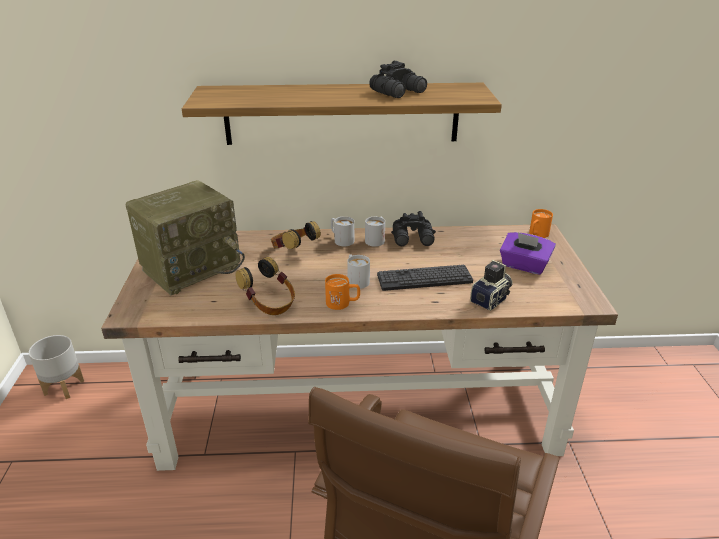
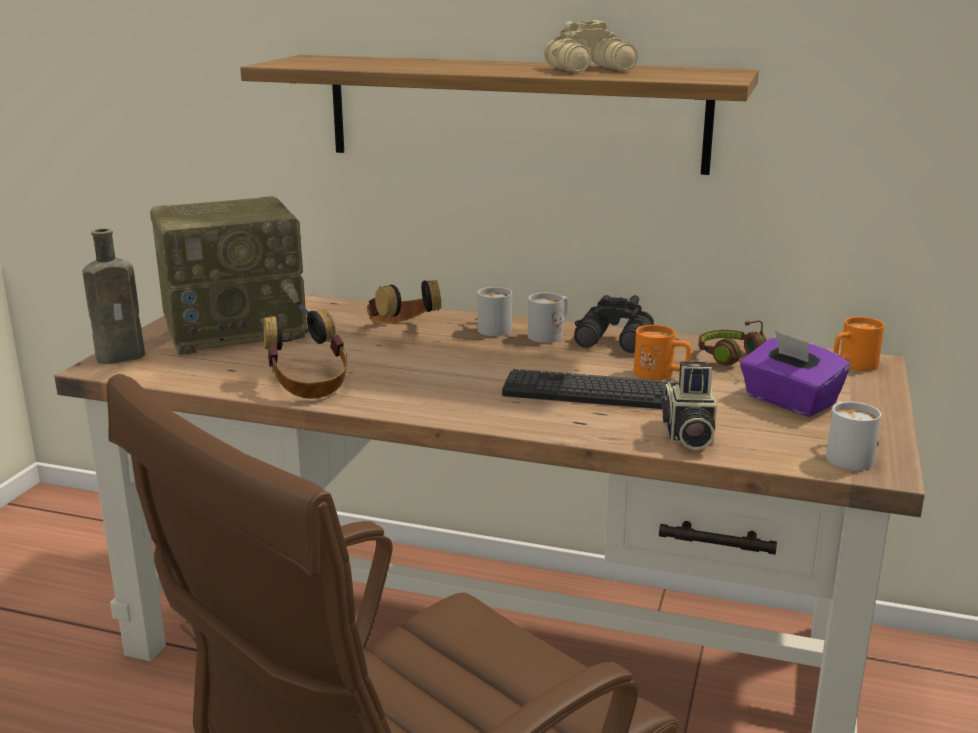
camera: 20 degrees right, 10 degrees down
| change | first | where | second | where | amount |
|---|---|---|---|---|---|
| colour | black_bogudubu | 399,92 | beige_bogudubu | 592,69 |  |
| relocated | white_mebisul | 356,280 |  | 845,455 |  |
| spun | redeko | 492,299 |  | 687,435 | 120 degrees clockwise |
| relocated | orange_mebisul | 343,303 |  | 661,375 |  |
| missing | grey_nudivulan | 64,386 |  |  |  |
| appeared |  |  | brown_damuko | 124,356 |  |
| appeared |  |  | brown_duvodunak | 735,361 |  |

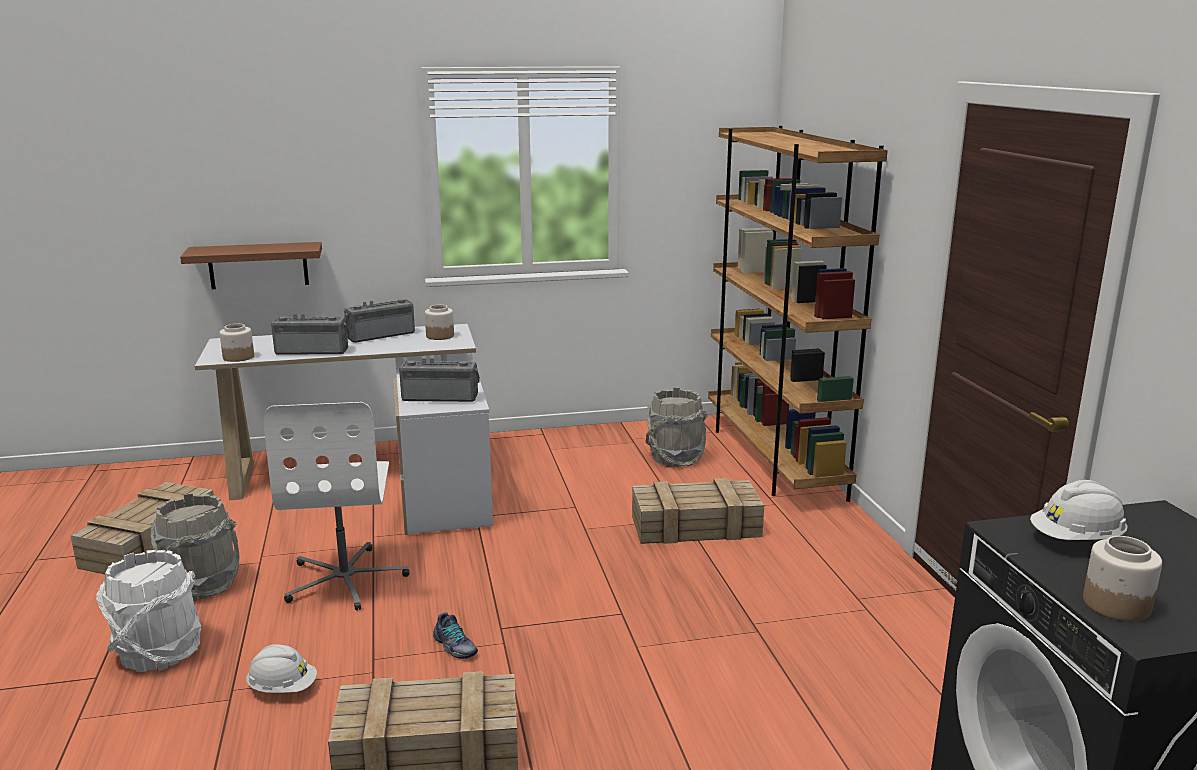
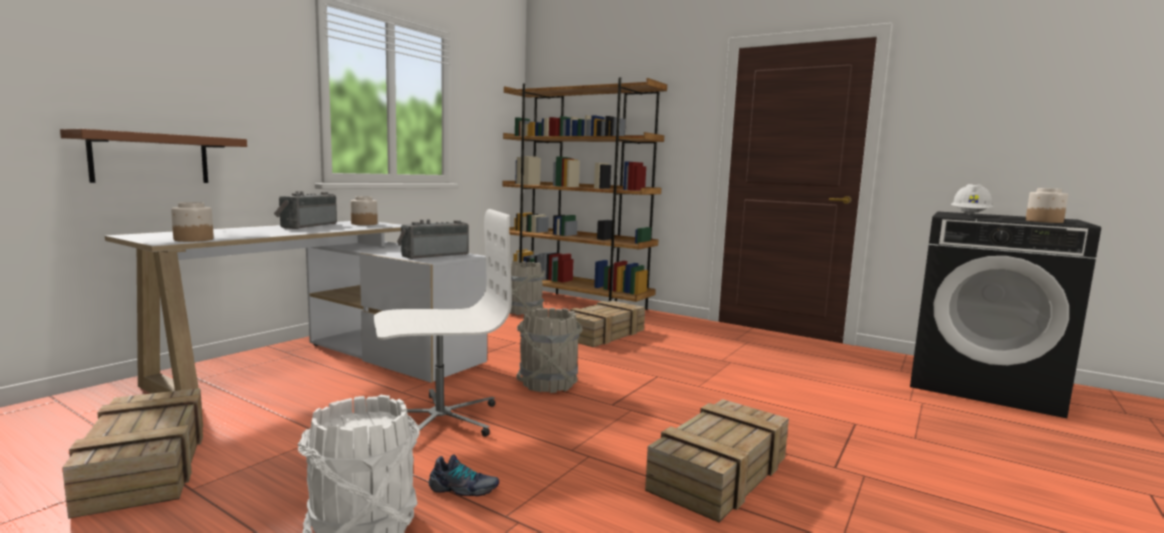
camera: 45 degrees left, 10 degrees down
| change | first | where | second | where | amount |
|---|---|---|---|---|---|
| missing | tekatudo | 313,351 |  |  |  |
| spun | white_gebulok | 346,579 |  | 439,419 | 60 degrees counterclockwise |
| relocated | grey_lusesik | 202,585 |  | 548,384 |  |
| relocated | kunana | 454,647 |  | 463,489 |  |
| missing | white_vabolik | 283,688 |  |  |  |

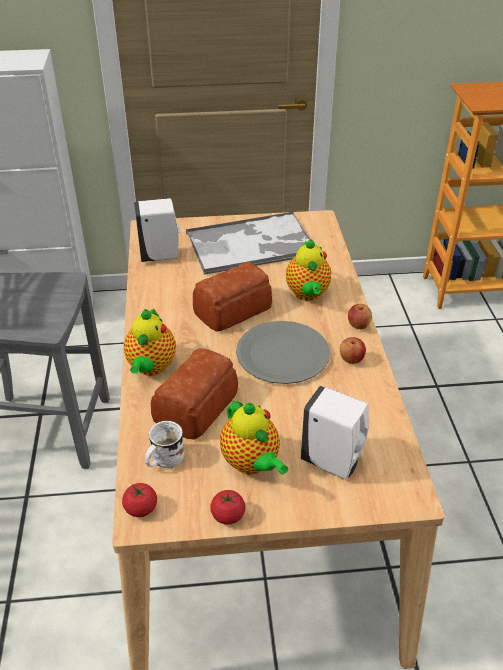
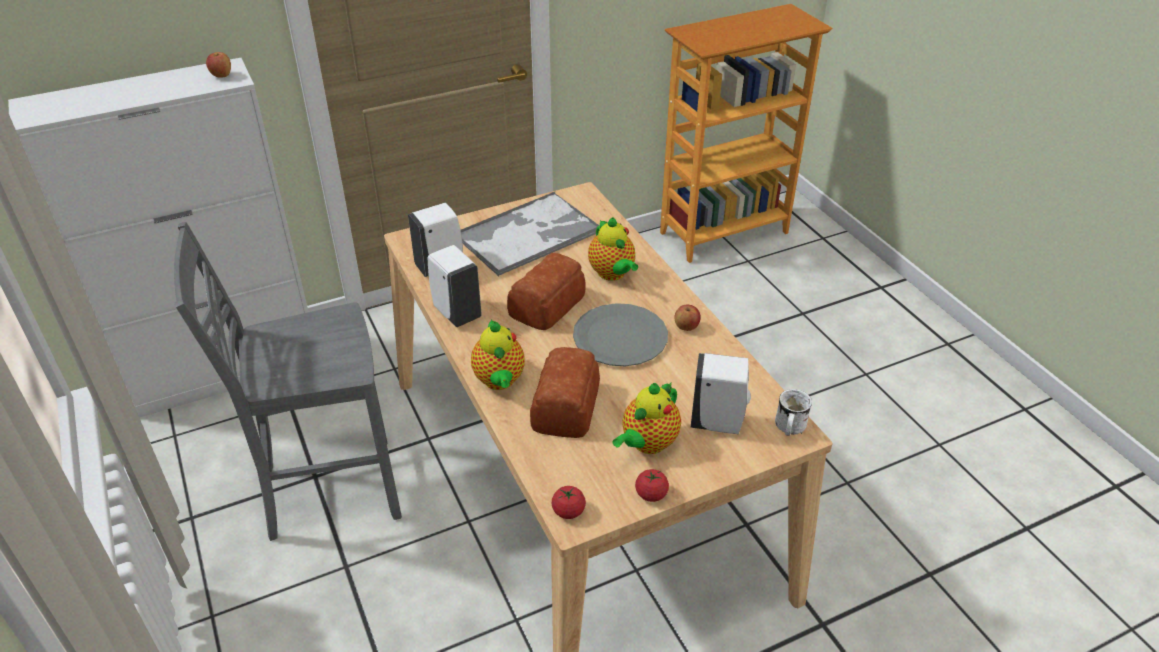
camera: 20 degrees left, 0 degrees up
| change | first | where | second | where | amount |
|---|---|---|---|---|---|
| relocated | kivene | 358,326 |  | 221,76 |  |
| spun | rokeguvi | 252,463 |  | 647,444 | 90 degrees clockwise |
| relocated | white_mebisul | 163,460 |  | 788,428 |  |
| appeared |  |  | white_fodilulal | 456,312 |  |

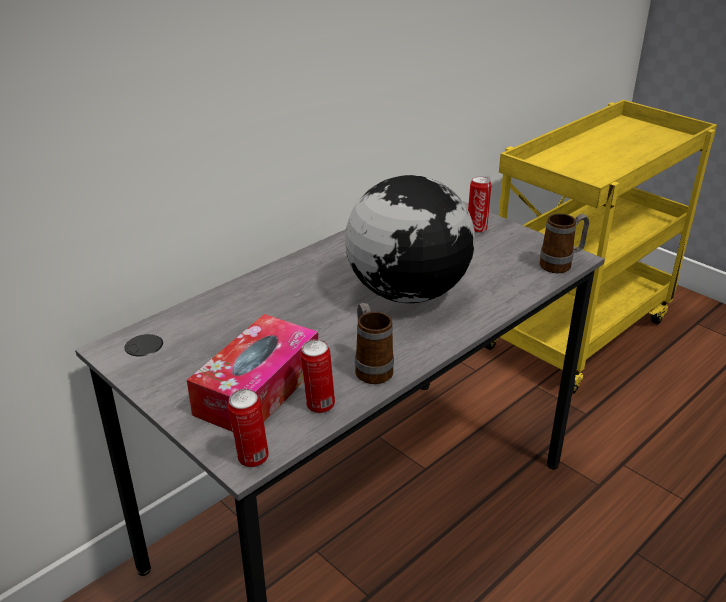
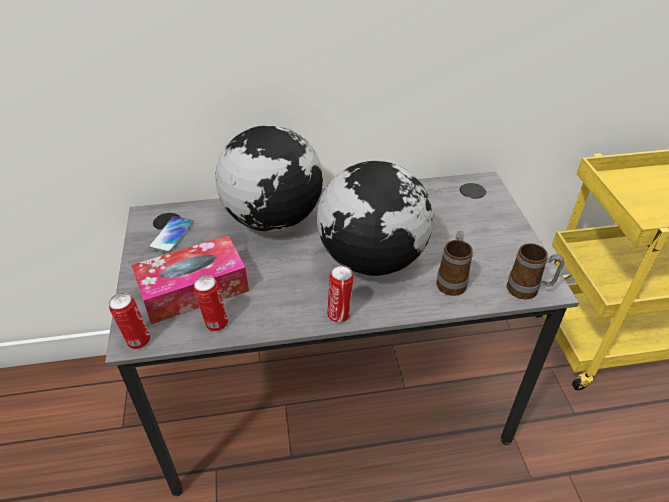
camera: 35 degrees right, 10 degrees up
| change | first | where | second | where | amount |
|---|---|---|---|---|---|
| relocated | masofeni | 476,229 |  | 339,314 |  |
| relocated | mebisul | 371,368 |  | 452,281 |  |
| appeared |  |  | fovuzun | 273,218 |  |
| appeared |  |  | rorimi | 171,235 |  |

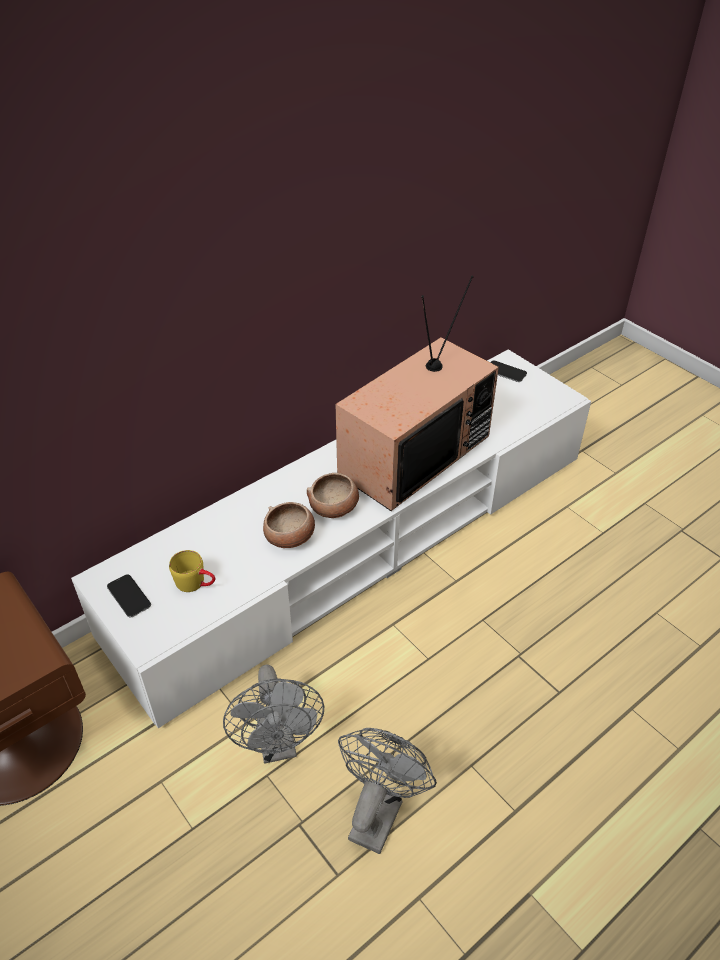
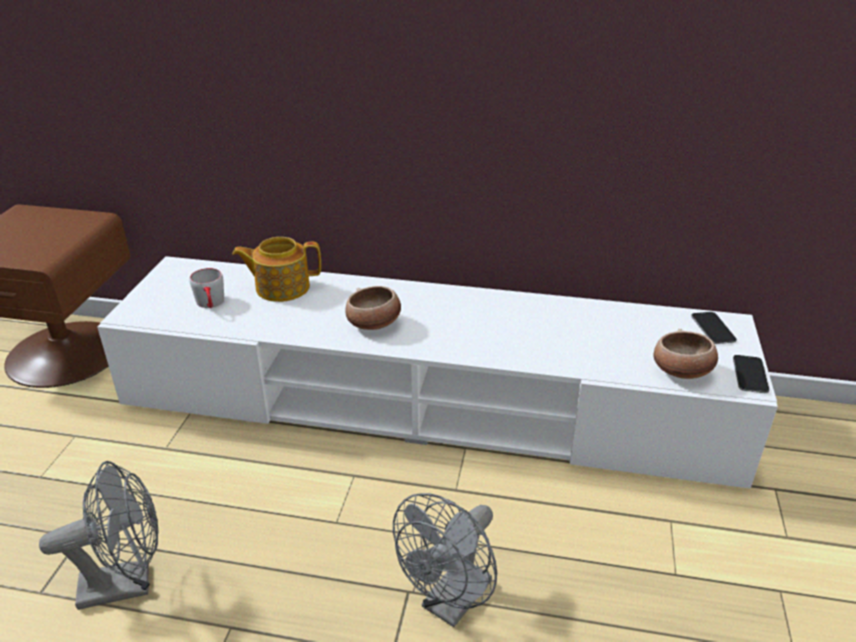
camera: 50 degrees right, 10 degrees down
| change | first | where | second | where | amount |
|---|---|---|---|---|---|
| missing | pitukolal | 413,453 |  |  |  |
| relocated | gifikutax | 290,538 |  | 681,372 |  |
| colour | yellow_mebisul | 196,583 | grey_mebisul | 211,304 |  |
| relocated | rorimi | 129,596 |  | 750,375 |  |
| relocated | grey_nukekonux | 278,745 |  | 451,603 |  |
| appeared |  |  | rokeguvi | 281,287 |  |

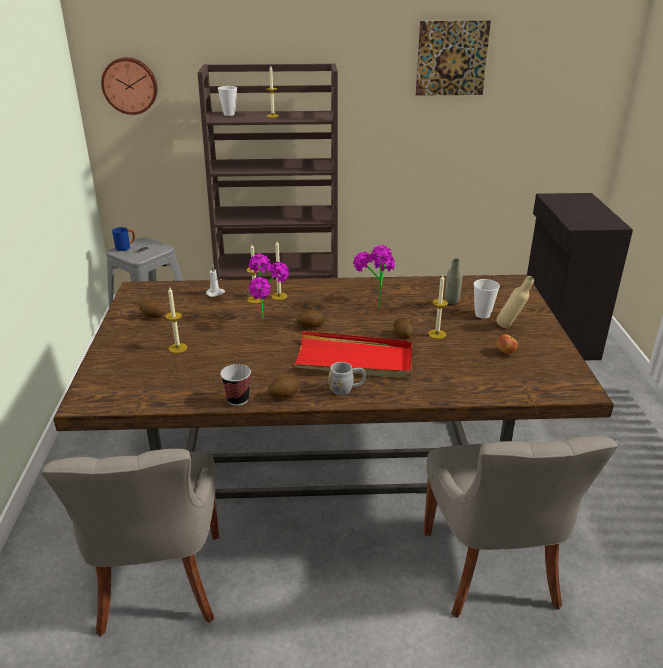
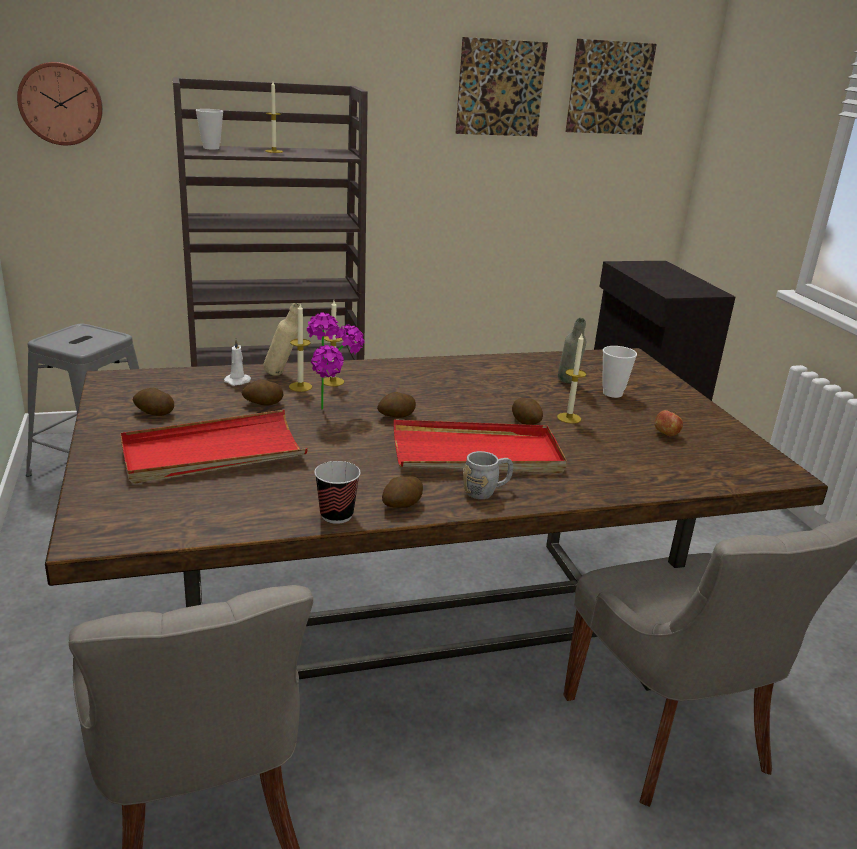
camera: 15 degrees left, 5 degrees down
| change | first | where | second | where | amount |
|---|---|---|---|---|---|
| missing | blue_mebisul | 126,247 |  |  |  |
| missing | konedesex | 373,305 |  |  |  |
| relocated | beige_damuko | 510,327 |  | 282,375 |  |
| exchanged | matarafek | 178,348 | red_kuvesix | 212,453 |  |
| appeared |  |  | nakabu | 610,88 |  |
| appeared |  |  | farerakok | 263,404 |  |

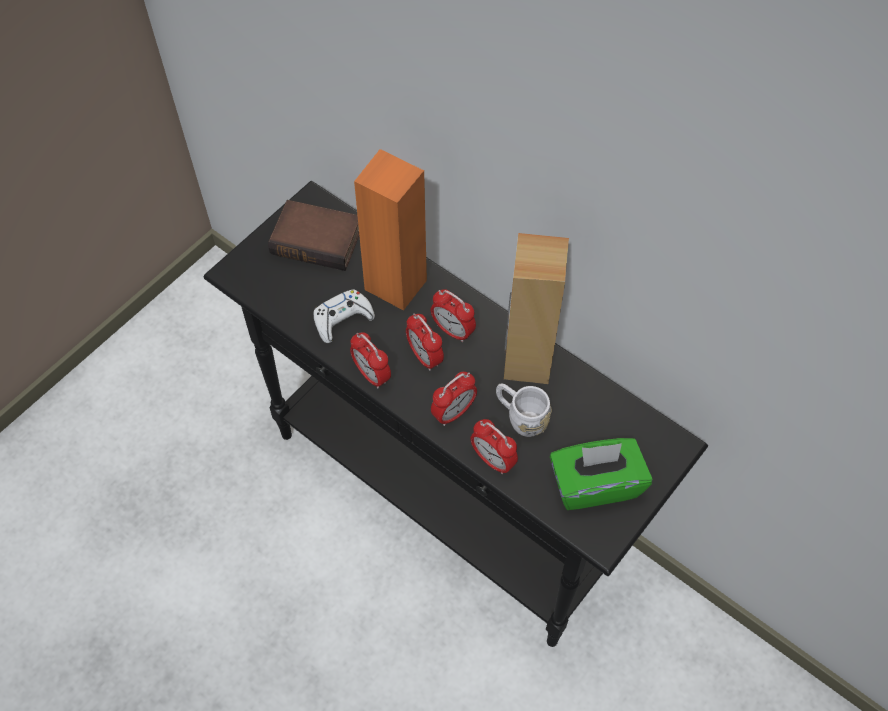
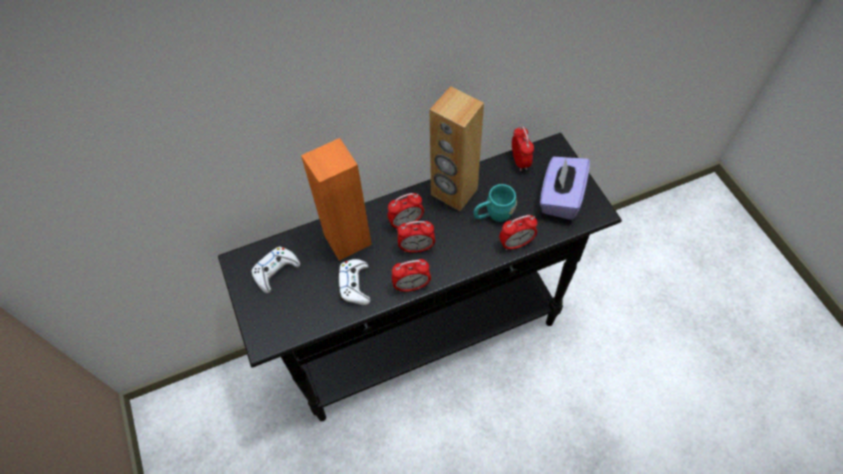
camera: 60 degrees left, 0 degrees up
| change | first | where | second | where | amount |
|---|---|---|---|---|---|
| exchanged | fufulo | 319,239 | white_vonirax | 275,271 |  |
| relocated | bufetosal | 453,412 |  | 520,161 |  |
| colour | white_mebisul | 520,417 | turquoise_mebisul | 493,215 |  |
| colour | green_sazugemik | 595,484 | purple_sazugemik | 560,198 |  |

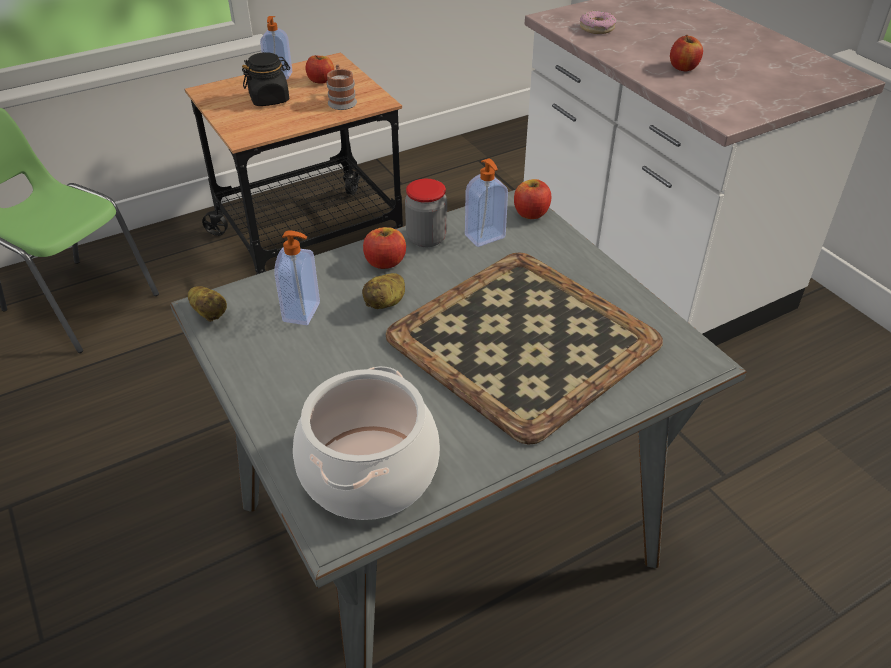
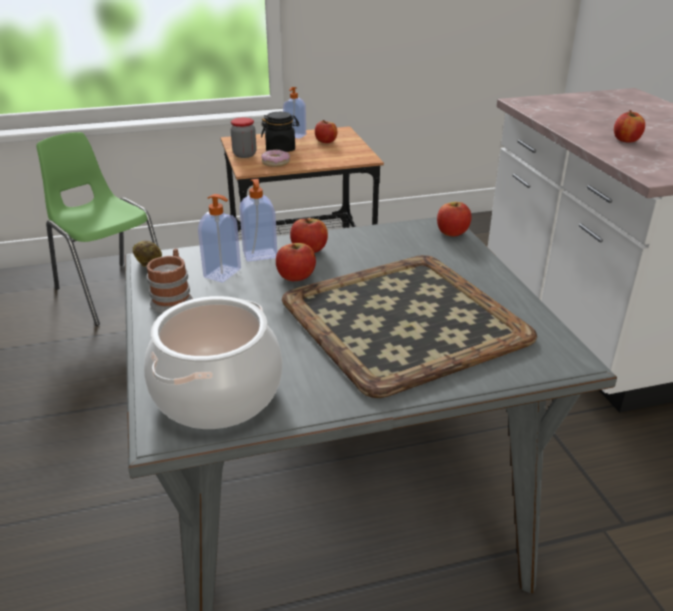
camera: 15 degrees right, 10 degrees down
| change | first | where | second | where | amount |
|---|---|---|---|---|---|
| relocated | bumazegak | 597,28 |  | 275,163 |  |
| relocated | mebisul | 341,101 |  | 173,299 |  |
| relocated | fodilulal | 485,237 |  | 260,255 |  |
| relocated | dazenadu | 426,238 |  | 244,154 |  |
| exchanged | farerakok | 386,303 | kivene | 296,276 |  |

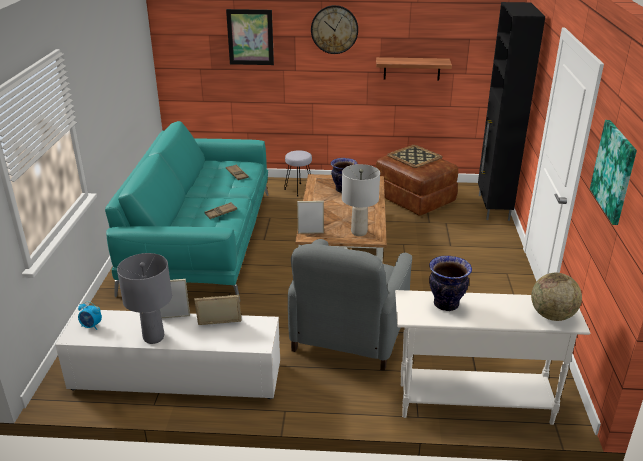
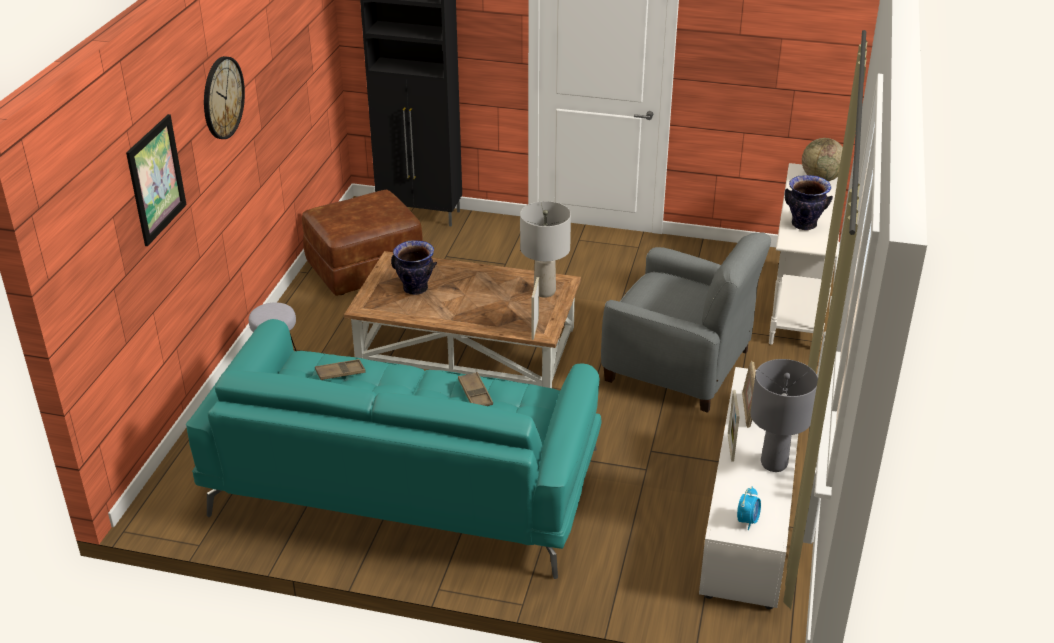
camera: 80 degrees left, 5 degrees up
| change | first | where | second | where | amount |
|---|---|---|---|---|---|
| missing | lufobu | 412,68 |  |  |  |
| missing | nakabu | 614,171 |  |  |  |
| missing | kuvesix | 414,157 |  |  |  |

